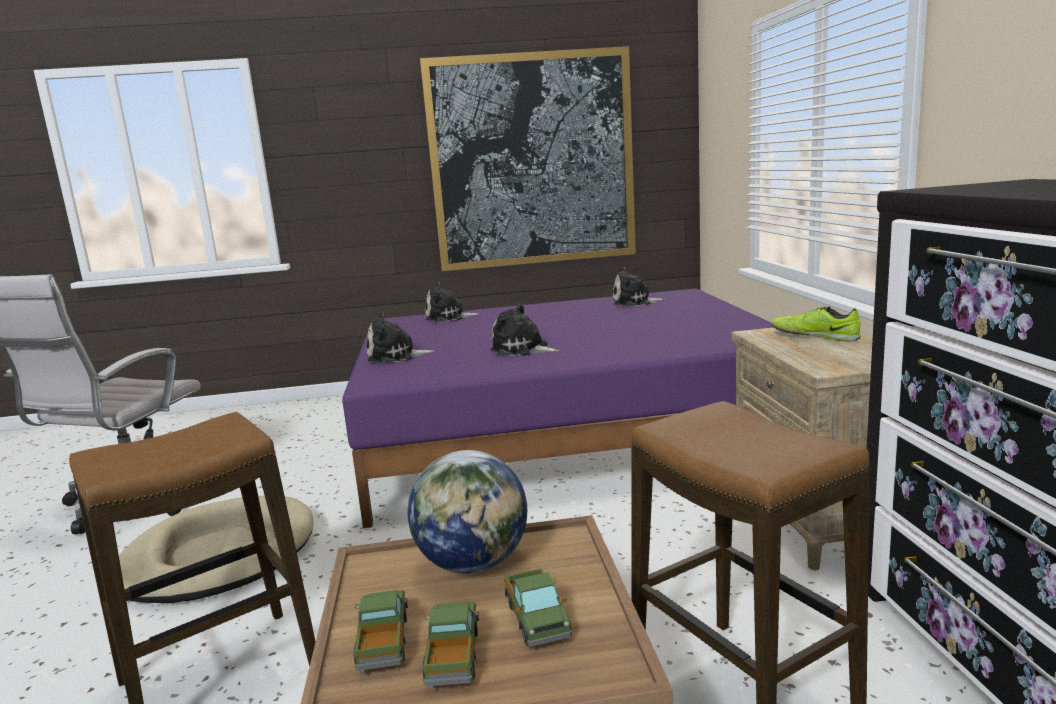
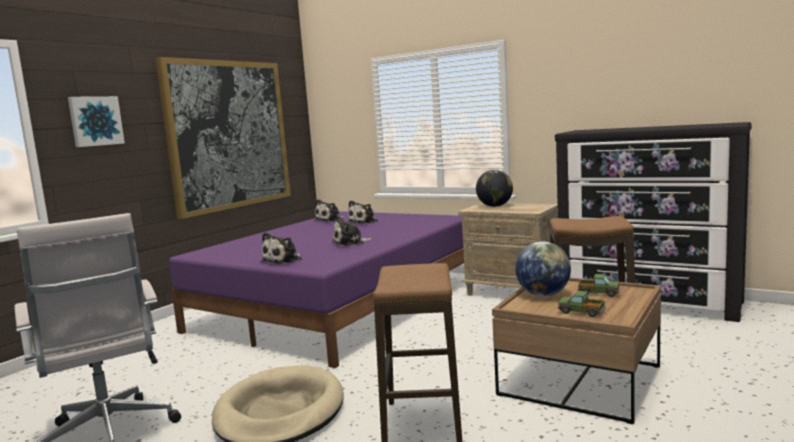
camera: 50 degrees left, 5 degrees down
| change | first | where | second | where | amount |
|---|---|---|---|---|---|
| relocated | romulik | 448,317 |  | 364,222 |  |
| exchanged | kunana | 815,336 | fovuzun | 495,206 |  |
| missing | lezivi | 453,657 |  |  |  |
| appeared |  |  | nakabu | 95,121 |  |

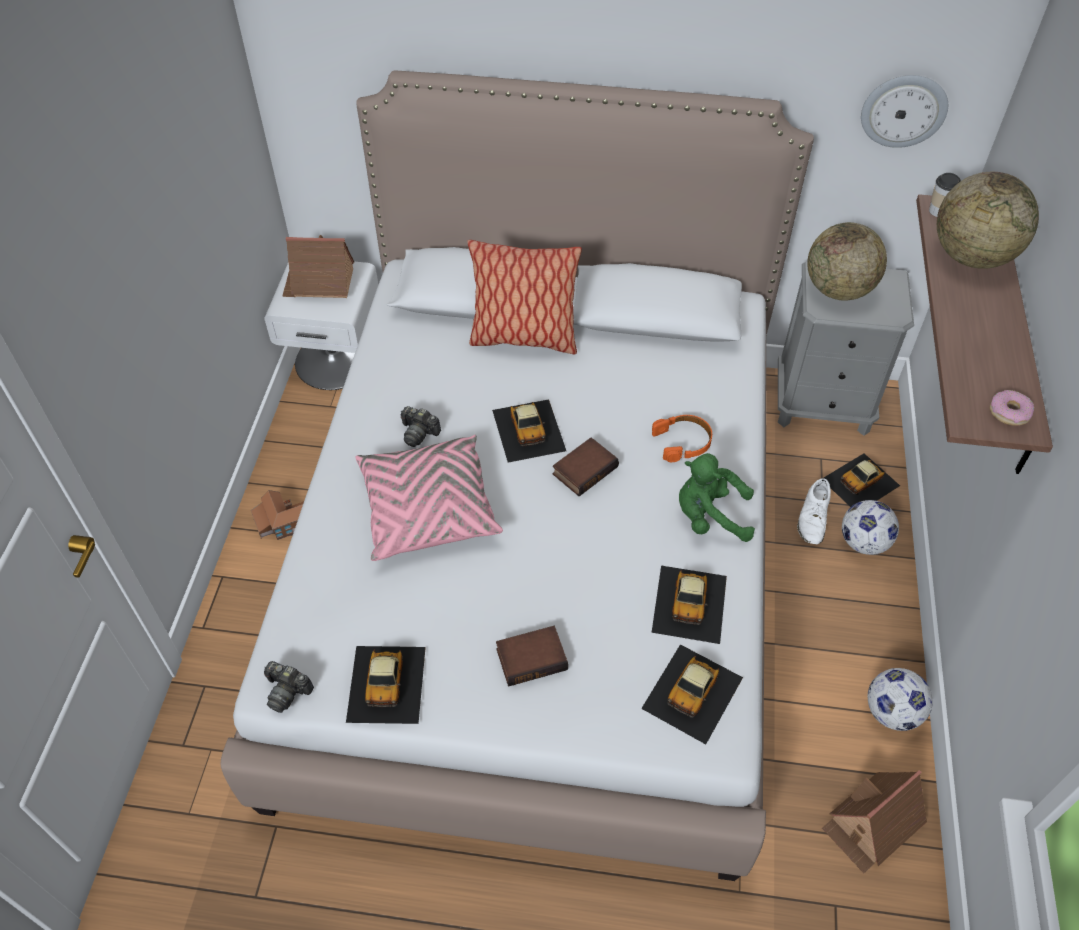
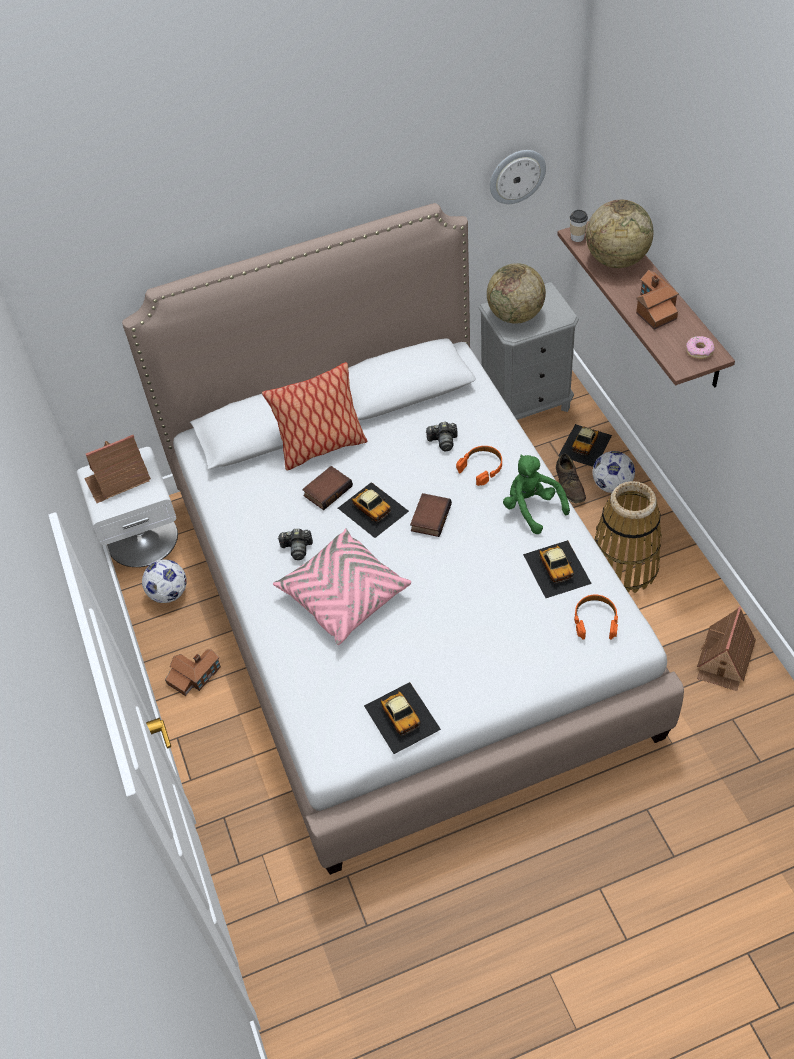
camera: 25 degrees left, 0 degrees up
| change | first | where | second | where | amount |
|---|---|---|---|---|---|
| spun | green_romulik | 709,516 |  | 532,508 | 75 degrees clockwise |
| colour | white_kunana | 813,517 | brown_kunana | 569,484 |  |
| relocated | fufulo | 532,657 |  | 327,490 |  |
| exchanged | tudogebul | 693,692 | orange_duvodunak | 595,620 |  |
| relocated | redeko | 287,691 |  | 443,441 |  |
| relocated | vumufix | 891,712 |  | 168,593 |  |
| appeared |  |  | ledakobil | 654,308 |  |
| appeared |  |  | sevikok | 624,566 |  |

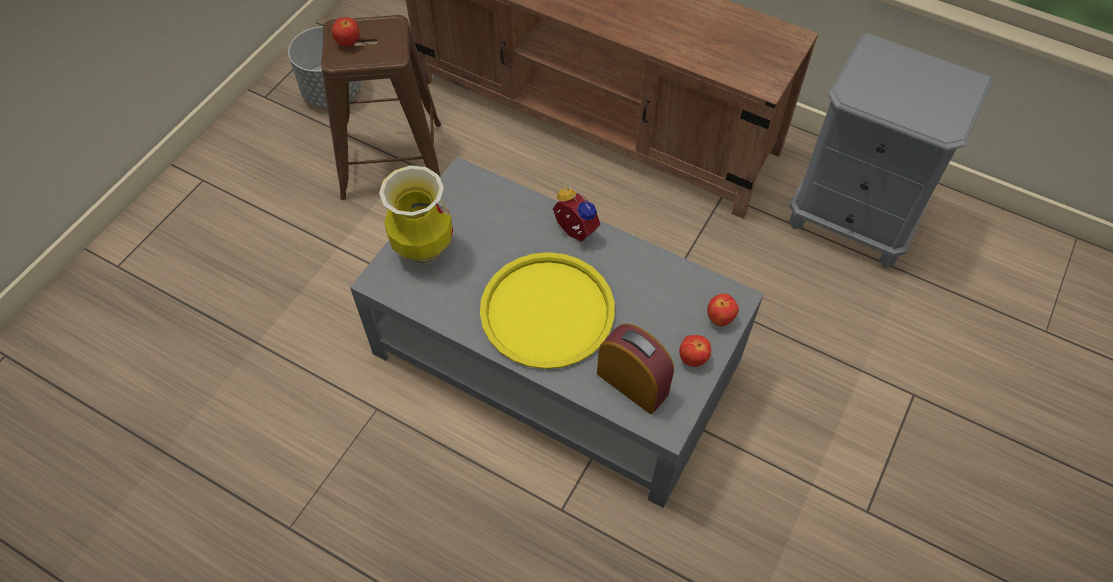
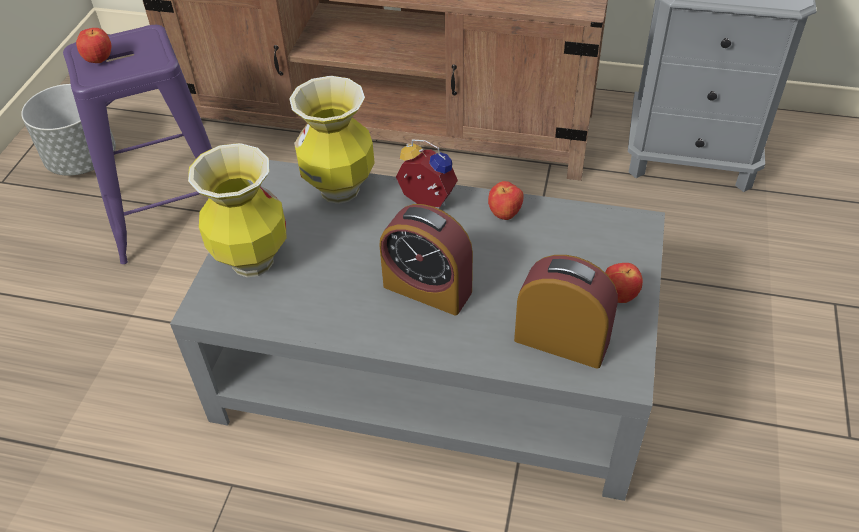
camera: 15 degrees left, 10 degrees down
| change | first | where | second | where | amount |
|---|---|---|---|---|---|
| colour | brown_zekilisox | 393,160 | purple_zekilisox | 173,211 |  |
| exchanged | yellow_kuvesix | 547,311 | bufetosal | 427,289 |  |
| relocated | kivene | 720,319 |  | 505,215 |  |
| appeared |  |  | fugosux | 340,190 |  |

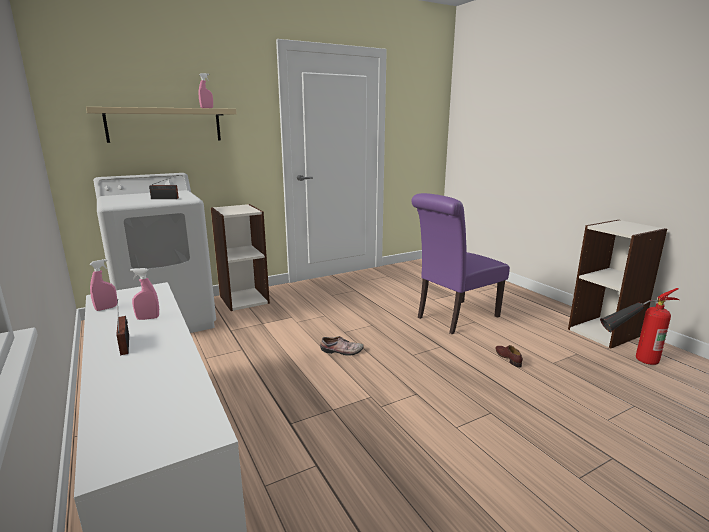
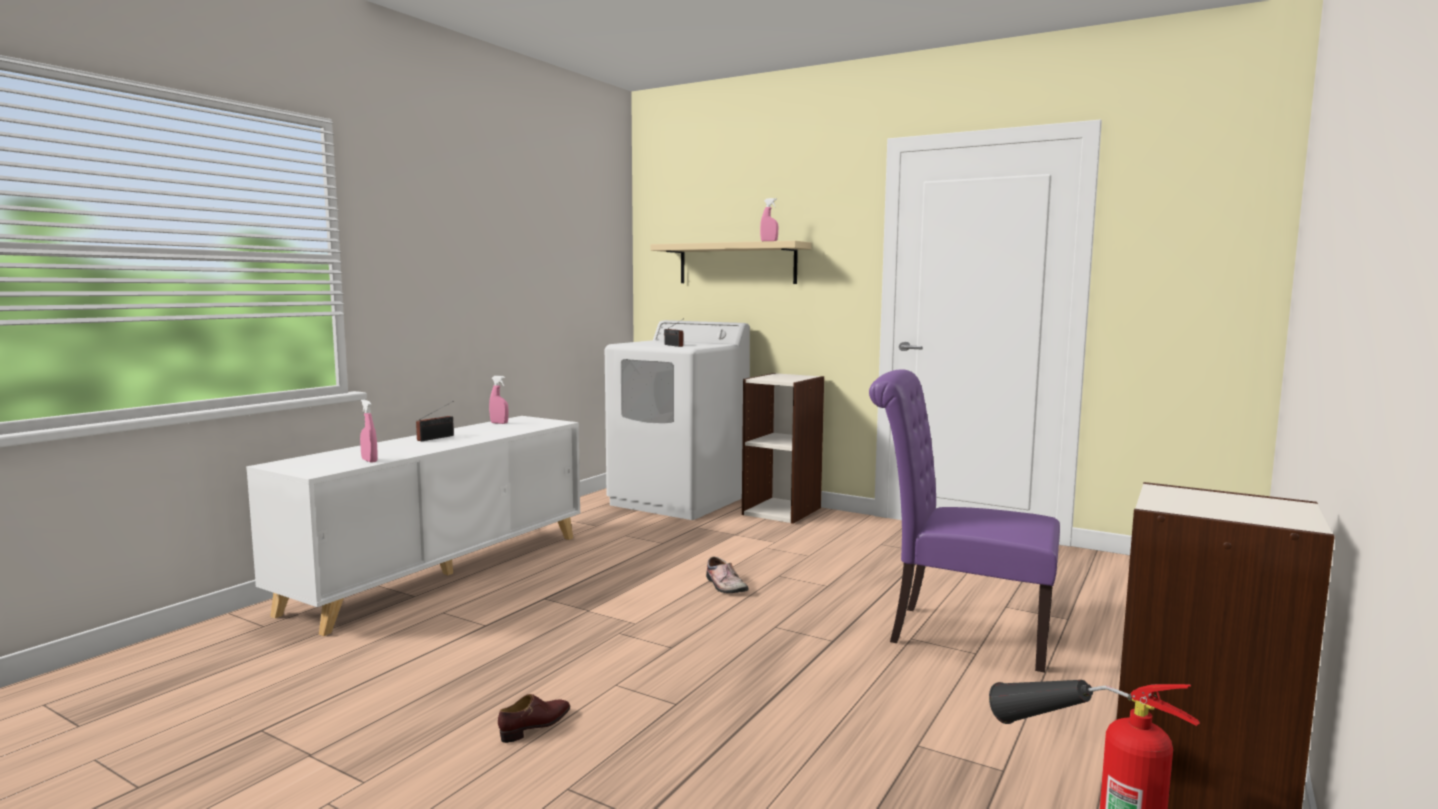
camera: 60 degrees right, 10 degrees down
| change | first | where | second | where | amount |
|---|---|---|---|---|---|
| relocated | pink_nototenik | 148,318 |  | 369,461 |  |
| relocated | brown_kunana | 508,358 |  | 536,725 |  |

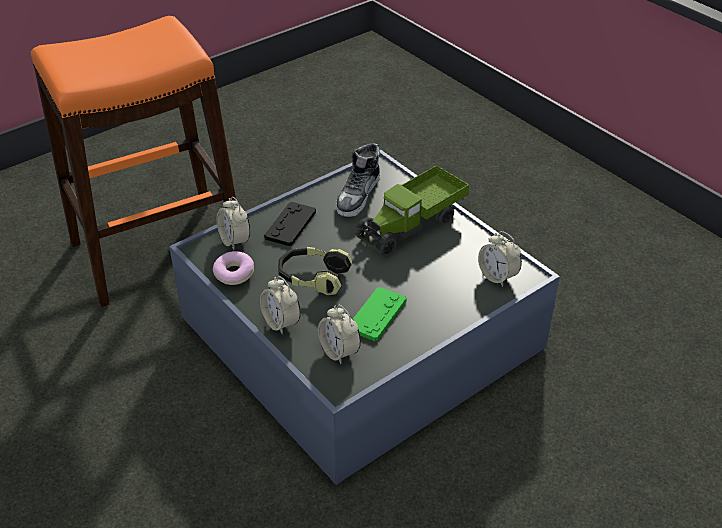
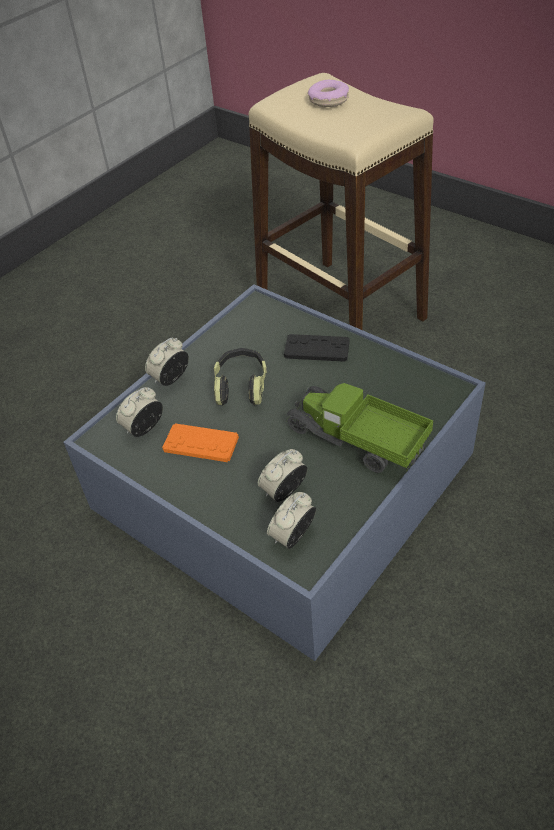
camera: 80 degrees right, 5 degrees up
| change | first | where | second | where | amount |
|---|---|---|---|---|---|
| colour | orange_zekilisox | 158,250 | beige_zekilisox | 341,312 |  |
| missing | kunana | 358,195 |  |  |  |
| relocated | bufetosal | 235,240 |  | 284,491 |  |
| relocated | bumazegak | 234,273 |  | 328,100 |  |
| colour | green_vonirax | 377,315 | orange_vonirax | 201,444 |  |

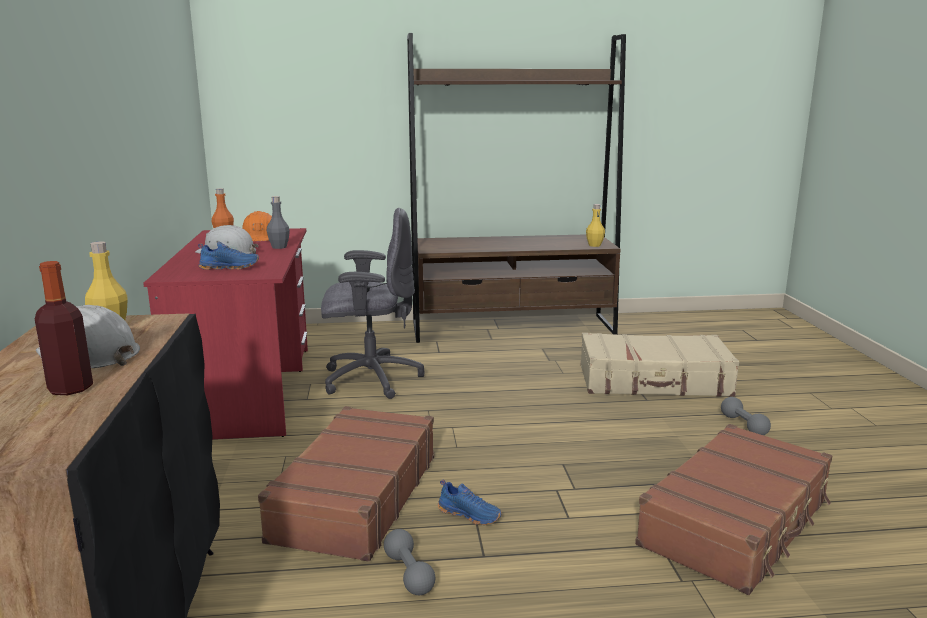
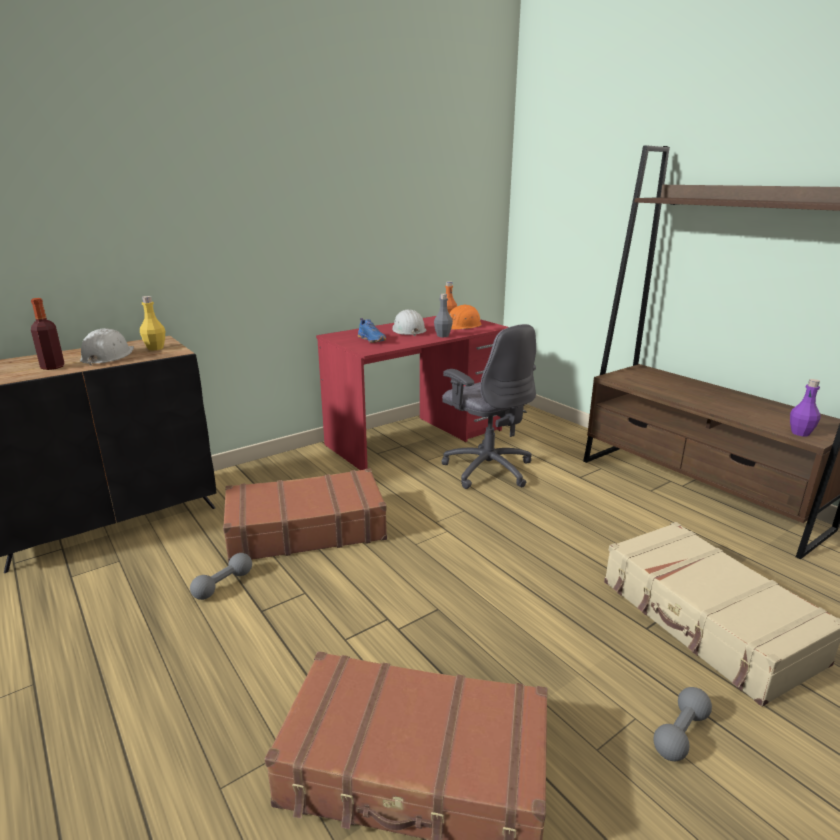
camera: 60 degrees right, 5 degrees up
| change | first | where | second | where | amount |
|---|---|---|---|---|---|
| colour | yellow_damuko | 594,245 | purple_damuko | 800,433 |  |
| missing | blue_kunana | 470,514 |  |  |  |

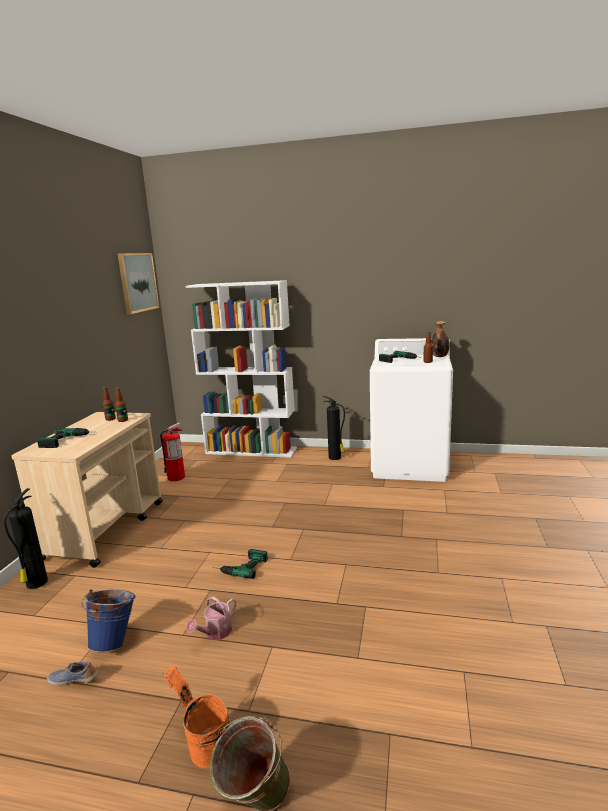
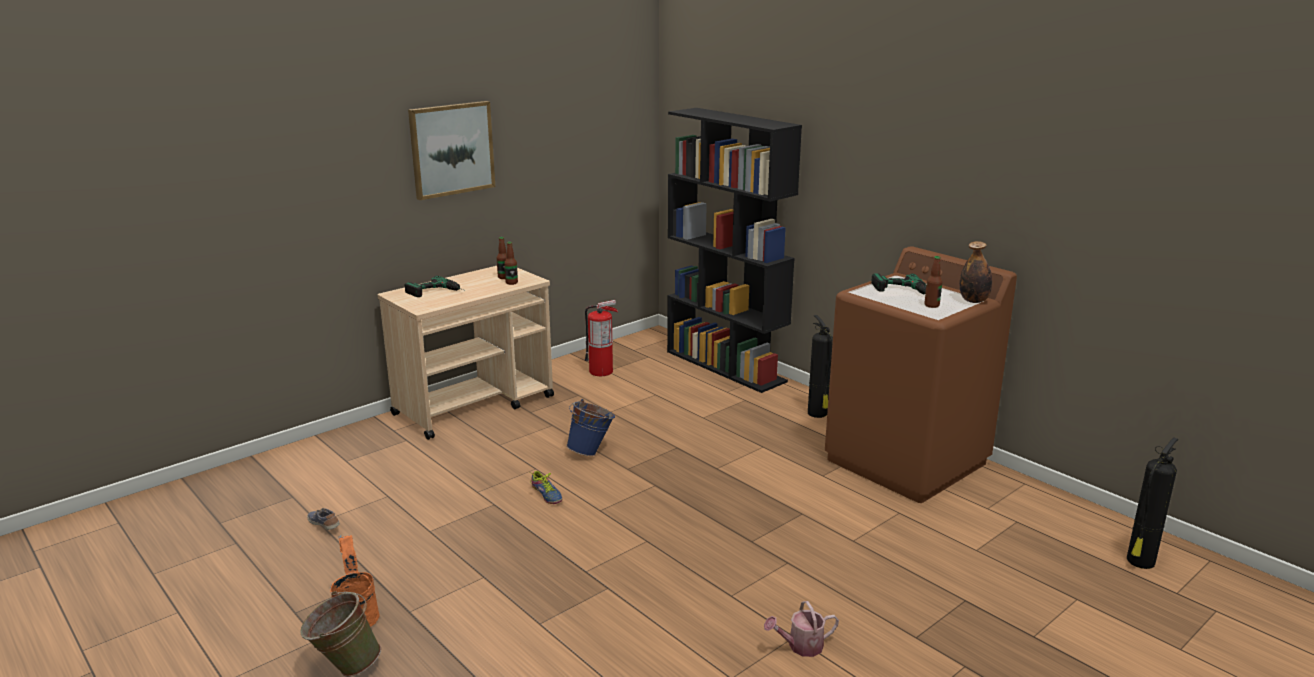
camera: 35 degrees right, 5 degrees up
| change | first | where | second | where | amount |
|---|---|---|---|---|---|
| relocated | nakabu | 137,282 |  | 451,149 |  |
| colour | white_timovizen | 252,450 | black_timovizen | 726,366 |  |
| colour | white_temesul | 410,465 | brown_temesul | 907,462 |  |
| relocated | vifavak | 36,584 |  | 1139,562 |  |
| exchanged | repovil | 240,566 | kunana | 545,495 |  |
| relocated | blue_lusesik | 115,641 |  | 591,452 |  |
| relocated | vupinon | 215,633 |  | 800,646 |  |

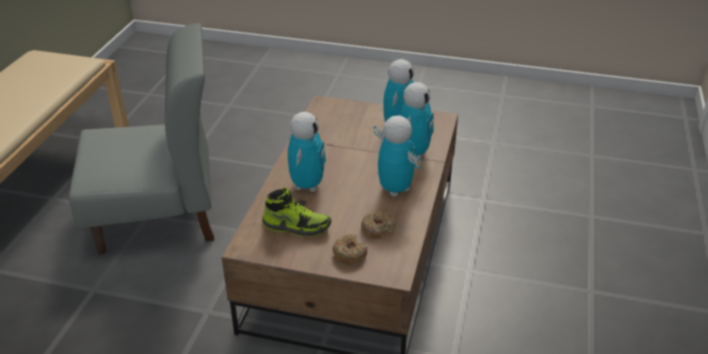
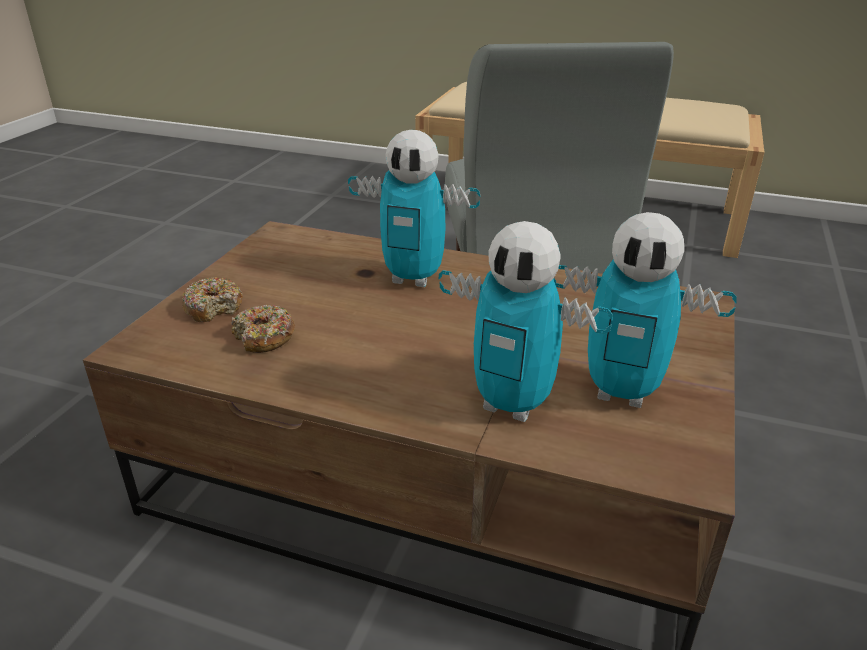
camera: 95 degrees right, 5 degrees down
| change | first | where | second | where | amount |
|---|---|---|---|---|---|
| missing | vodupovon | 395,189 |  |  |  |
| missing | kunana | 297,226 |  |  |  |

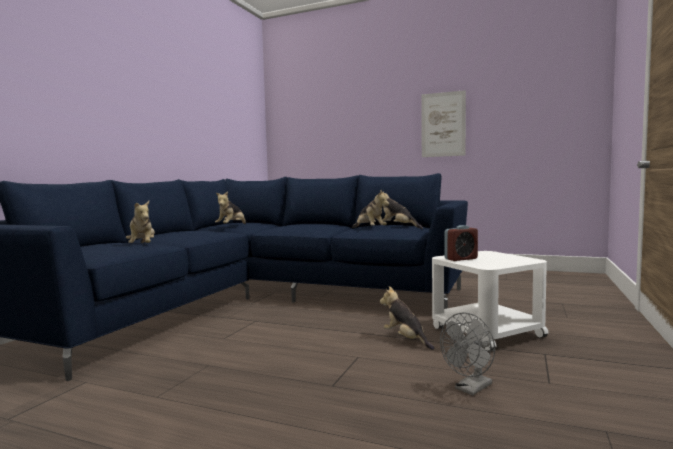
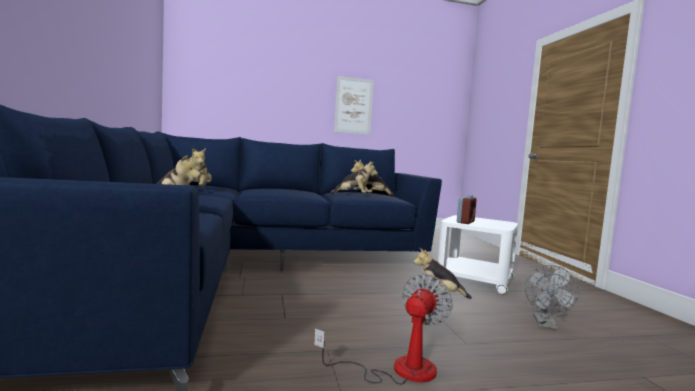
camera: 35 degrees left, 0 degrees up
| change | first | where | second | where | amount |
|---|---|---|---|---|---|
| appeared |  |  | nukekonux | 398,370 |  |

